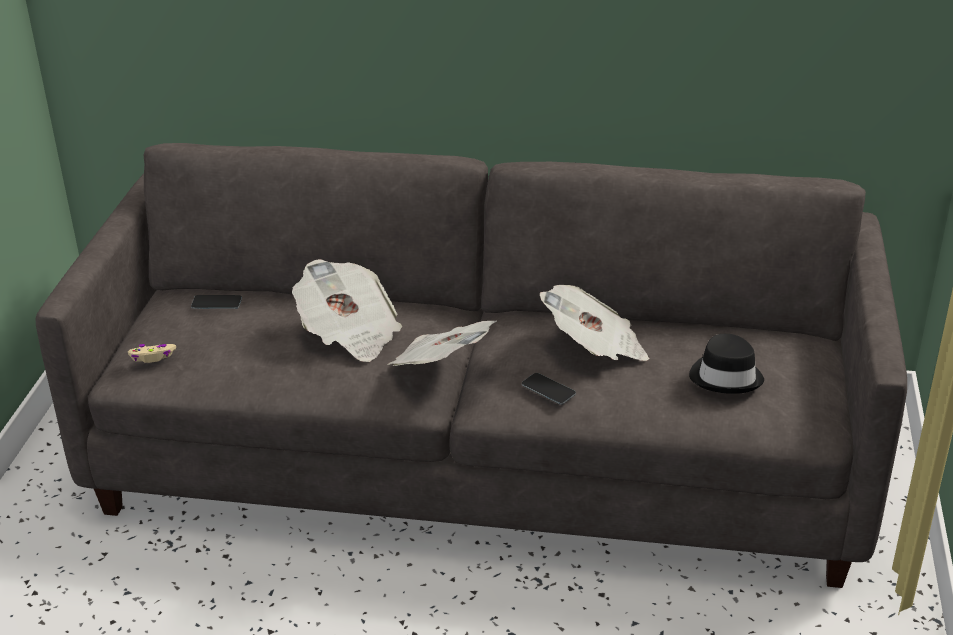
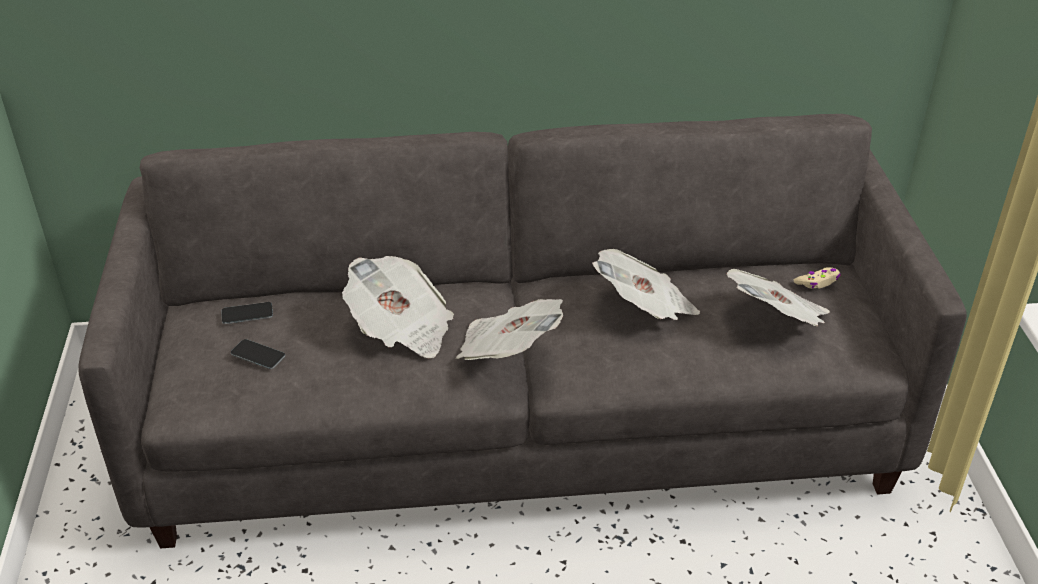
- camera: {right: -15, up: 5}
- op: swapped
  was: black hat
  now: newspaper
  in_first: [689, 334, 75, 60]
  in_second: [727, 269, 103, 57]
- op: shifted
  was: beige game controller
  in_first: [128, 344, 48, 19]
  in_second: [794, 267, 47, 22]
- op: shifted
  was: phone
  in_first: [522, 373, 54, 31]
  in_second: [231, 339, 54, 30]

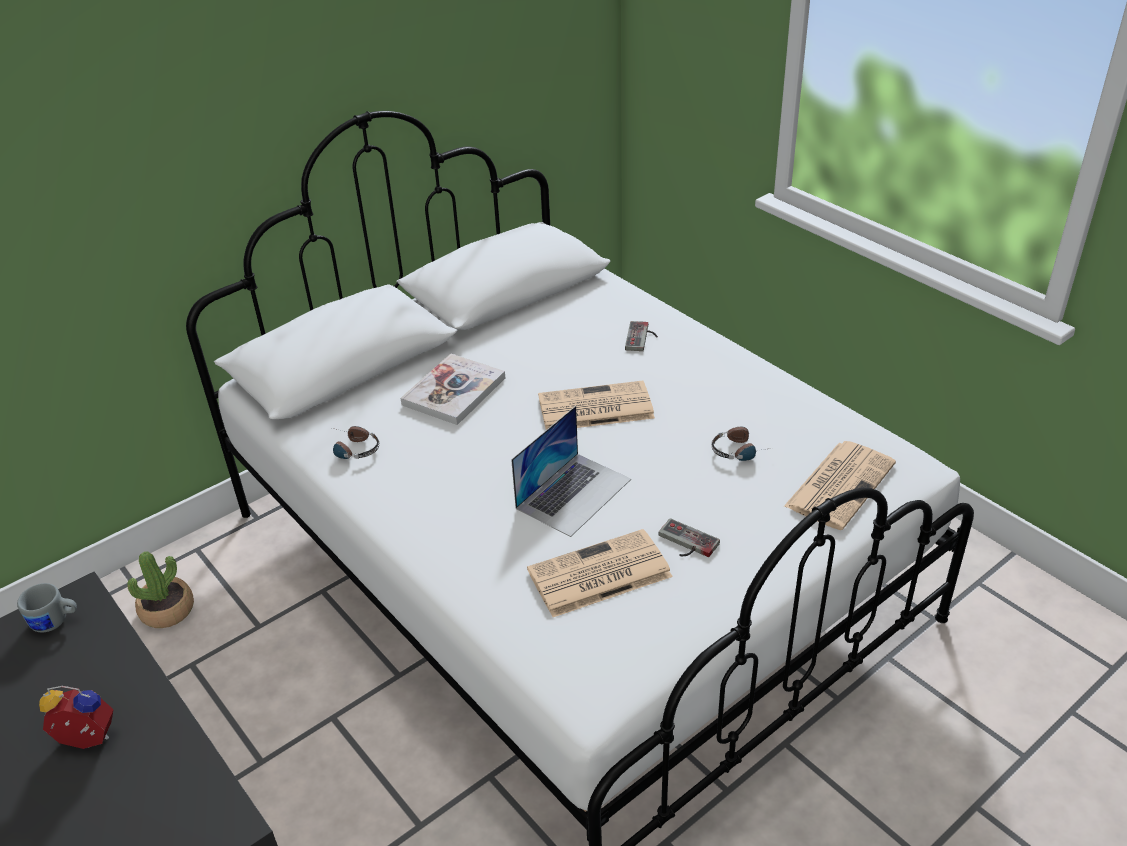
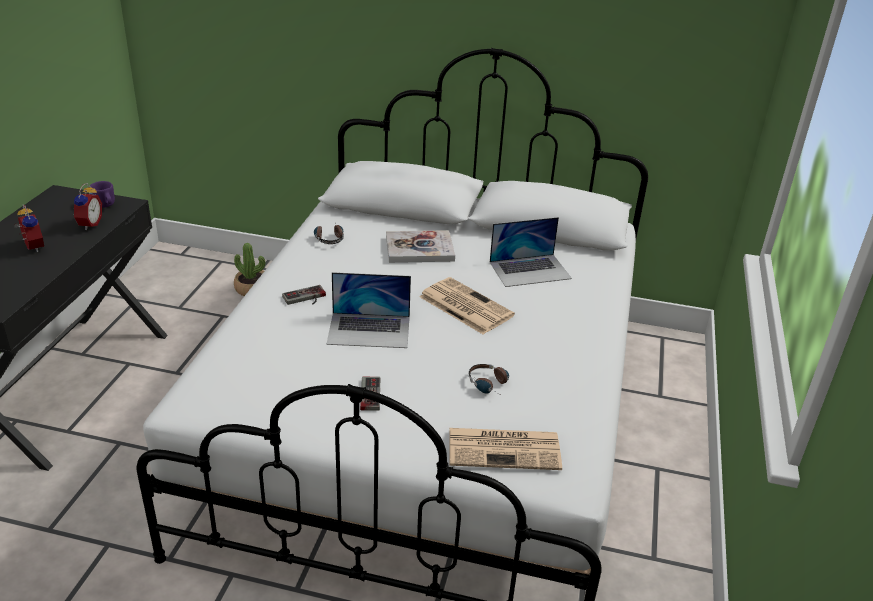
- camera: {right: 50, up: -5}
- op: shifted
  was: game controller
  in_first: [625, 321, 33, 30]
  in_second: [282, 285, 44, 20]
- op: gone
  was: newspaper
  in_first: [527, 529, 146, 88]
- op: repainted
  was: grey mug
  now: purple mug
  in_first: [17, 583, 60, 49]
  in_second: [90, 181, 25, 27]
- op: new
  now: alarm clock
  in_second: [74, 183, 28, 47]
- op: new
  now: laptop
  in_second: [489, 217, 83, 70]

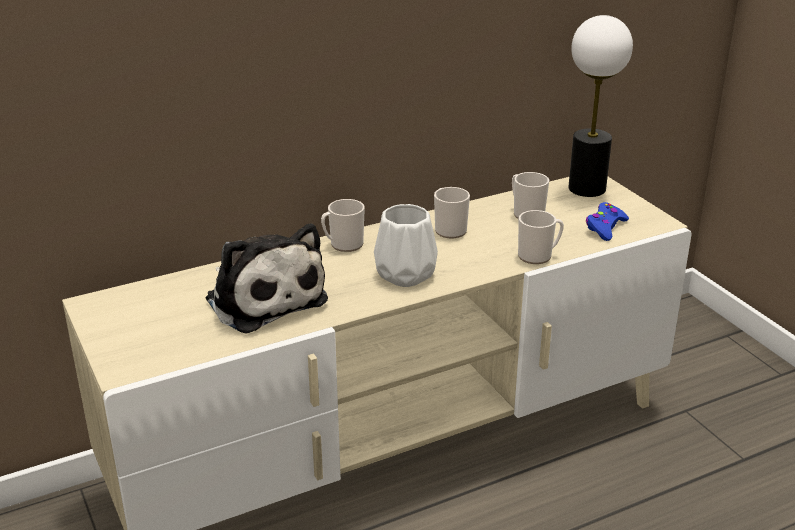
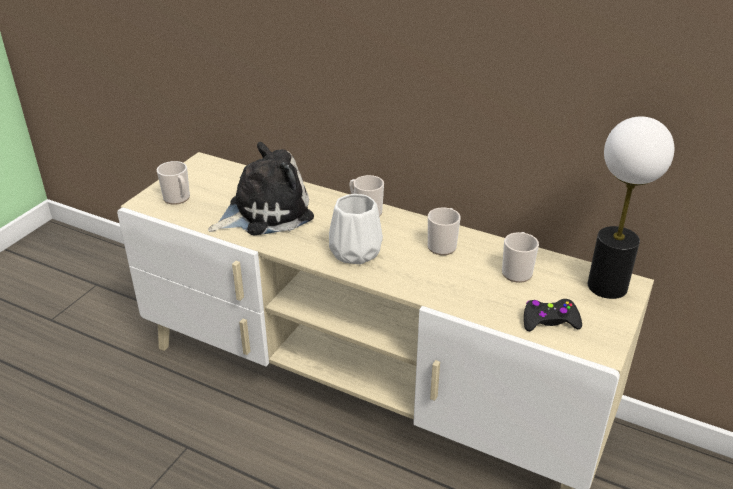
- camera: {right: 55, up: 5}
- op: repainted
  was: blue game controller
  now: black game controller
  in_first: [586, 202, 43, 39]
  in_second: [524, 299, 58, 32]
- op: shifted
  was: mug
  in_first: [518, 210, 46, 54]
  in_second: [157, 161, 33, 44]
- op: rotated
  was: plush toy
  in_first: [205, 224, 123, 110]
  in_second: [208, 142, 106, 93]
  clockwise: -135

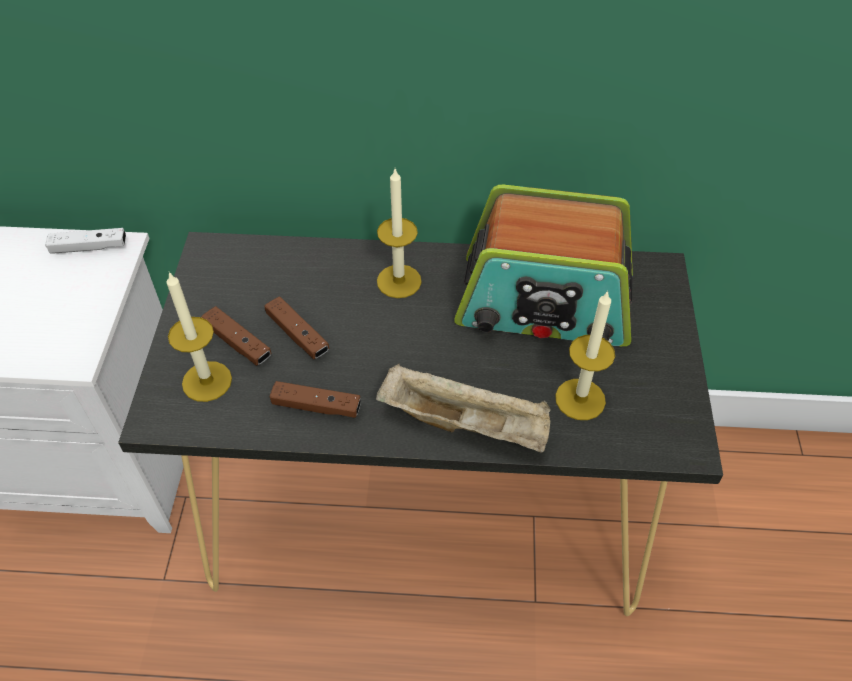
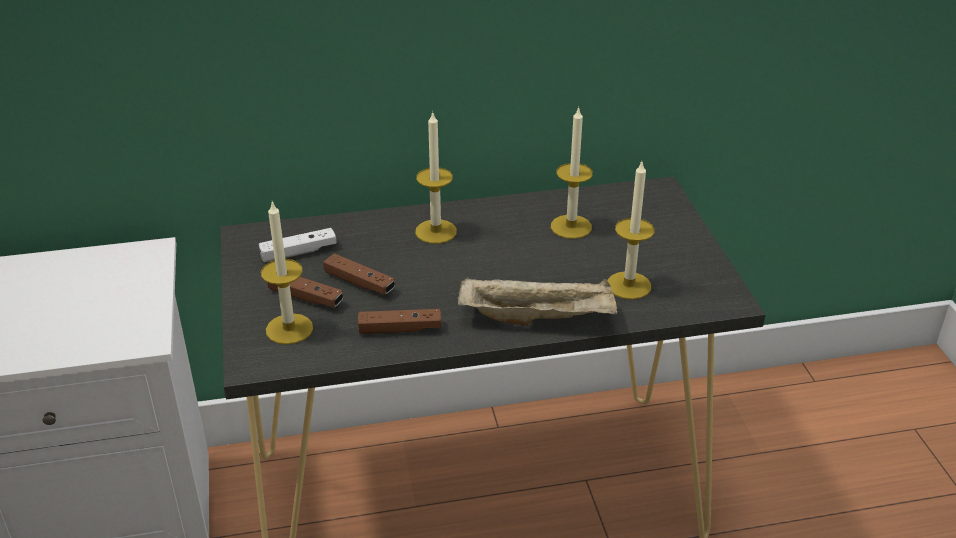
- camera: {right: -15, up: -15}
- op: swapped
  was: radio
  now: candle
  in_first: [454, 185, 179, 161]
  in_second: [551, 106, 42, 133]
- op: shifted
  was: white game controller
  in_first: [45, 228, 81, 26]
  in_second: [259, 228, 78, 34]

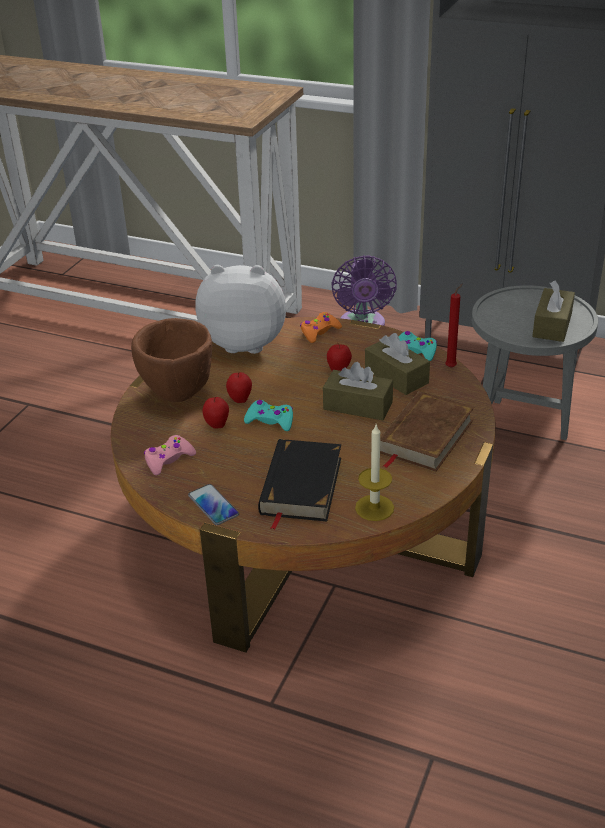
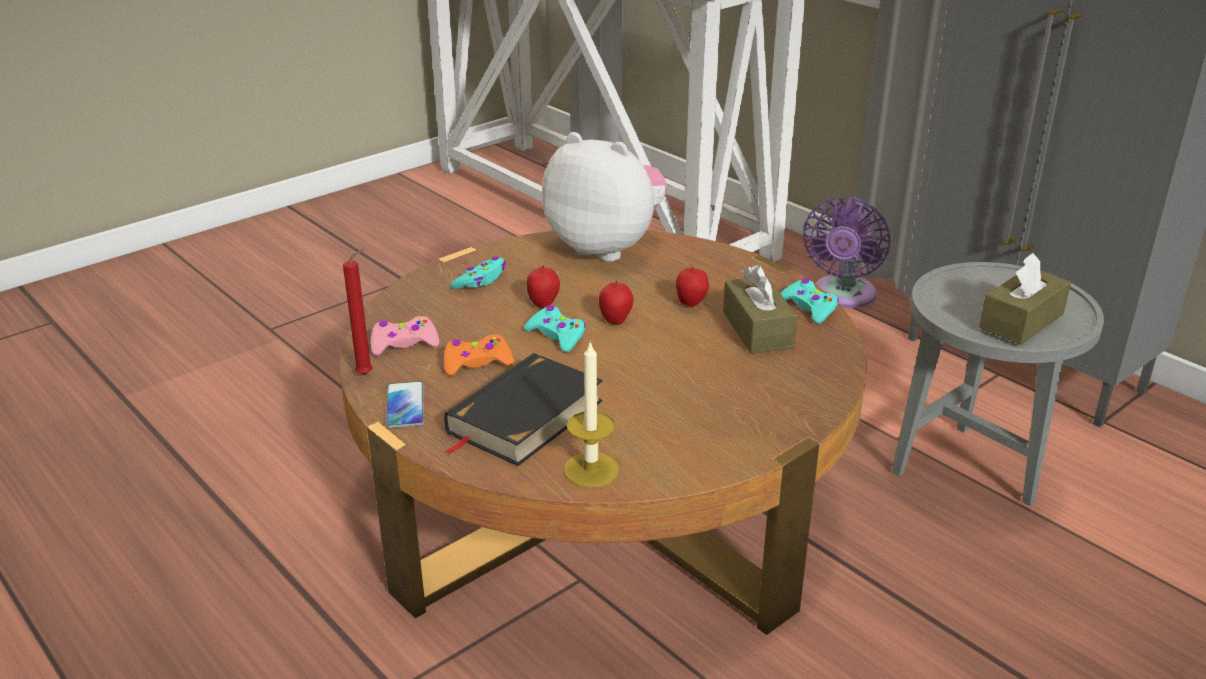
- camera: {right: 25, up: -5}
- op: shifted
  was: red candle
  in_first: [445, 284, 18, 84]
  in_second: [343, 249, 30, 126]
- op: shifted
  was: orange game controller
  in_first: [300, 312, 42, 31]
  in_second: [444, 334, 70, 42]
- op: swapped
  was: brown bowl
  now: turquoise game controller
  in_first: [131, 318, 81, 84]
  in_second: [450, 256, 56, 33]
- op: gone
  was: brown tissue box
  in_first: [323, 362, 70, 58]
- op: gone
  was: brown book
  in_first: [380, 391, 94, 81]
- op: shifted
  was: apple
  in_first: [203, 397, 26, 32]
  in_second: [599, 281, 34, 44]

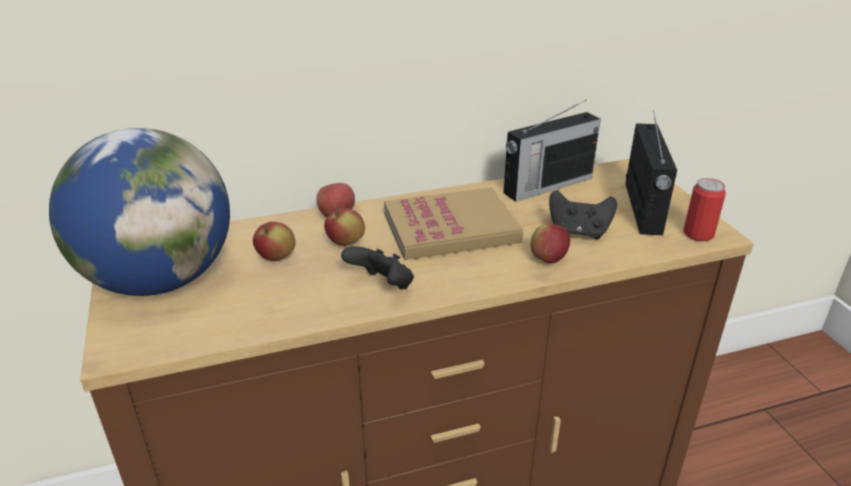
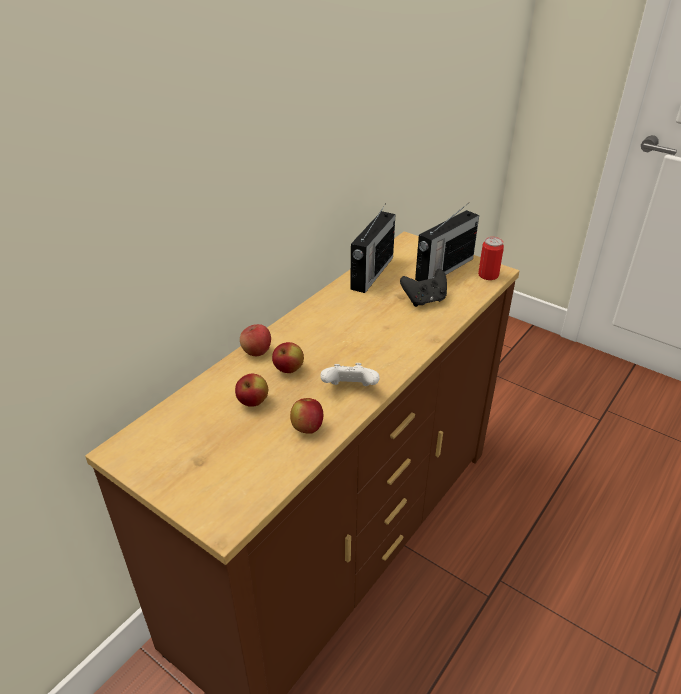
- camera: {right: -35, up: 5}
- op: rotated
  was: radio
  in_first: [625, 110, 52, 125]
  in_second: [415, 204, 64, 77]
  clockwise: 75
- op: gone
  was: globe
  in_first: [49, 128, 181, 168]
- op: gone
  was: book
  in_first: [384, 187, 139, 73]
- op: shifted
  was: apple
  in_first: [530, 224, 40, 39]
  in_second: [290, 398, 33, 36]
- op: repainted
  was: black game controller
  now: white game controller
  in_first: [341, 246, 73, 43]
  in_second: [320, 363, 59, 23]

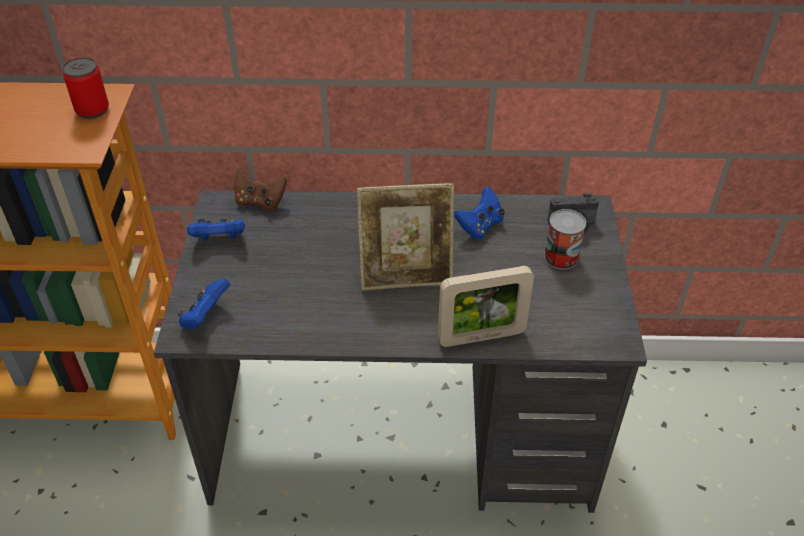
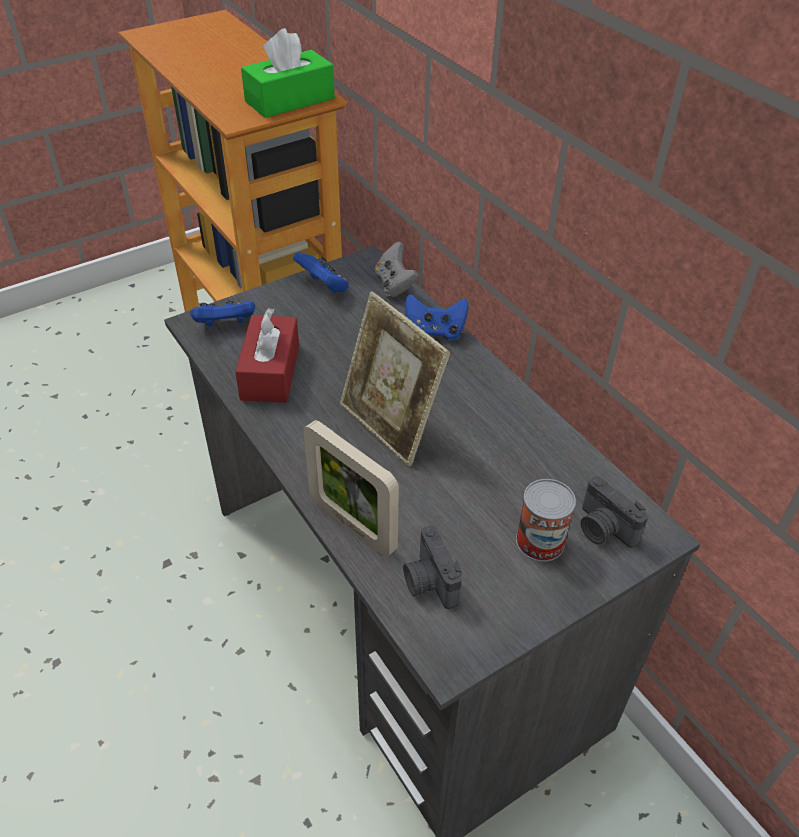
- camera: {right: 55, up: 0}
- op: swapped
  was: can
  now: green tissue box
  in_first: [62, 57, 47, 62]
  in_second: [241, 28, 94, 90]
- op: repainted
  was: brown game controller
  now: grey game controller
  in_first: [234, 168, 53, 43]
  in_second: [374, 242, 45, 55]
- op: shifted
  was: blue game controller
  in_first: [454, 186, 50, 53]
  in_second: [405, 294, 64, 47]
- op: new
  now: red tissue box
  in_second: [235, 308, 64, 95]
- op: new
  now: photo camera
  in_second: [403, 525, 59, 84]

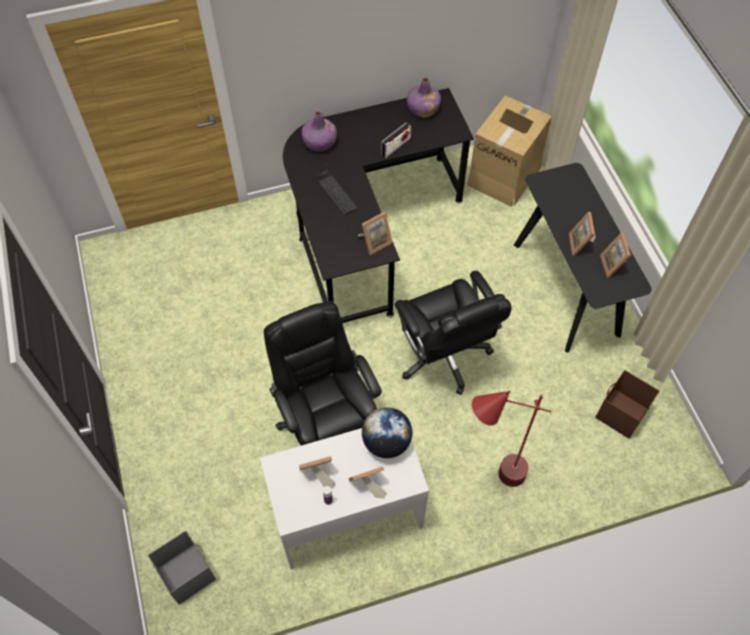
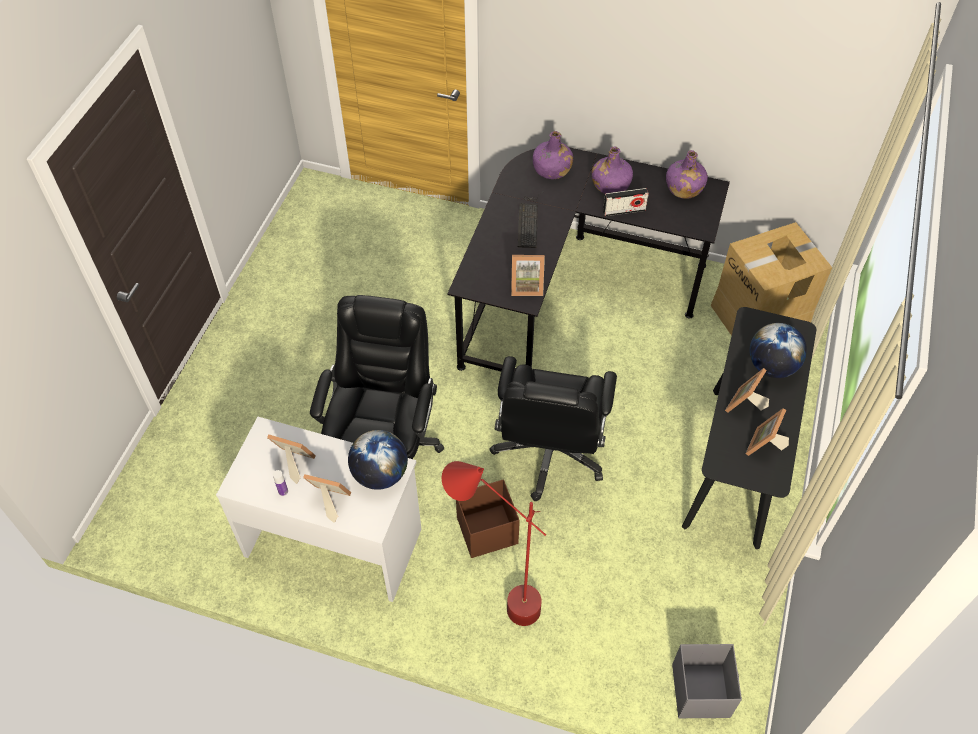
- camera: {right: 35, up: -5}
- op: shifted
  was: brown storage box
  in_first: [595, 370, 65, 69]
  in_second: [456, 480, 64, 78]
- op: shifted
  was: grey storage box
  in_first: [148, 530, 68, 74]
  in_second: [672, 644, 70, 74]
- op: new
  now: purple bottle
  in_second: [591, 146, 42, 48]
- op: new
  now: globe
  in_second: [749, 323, 58, 55]

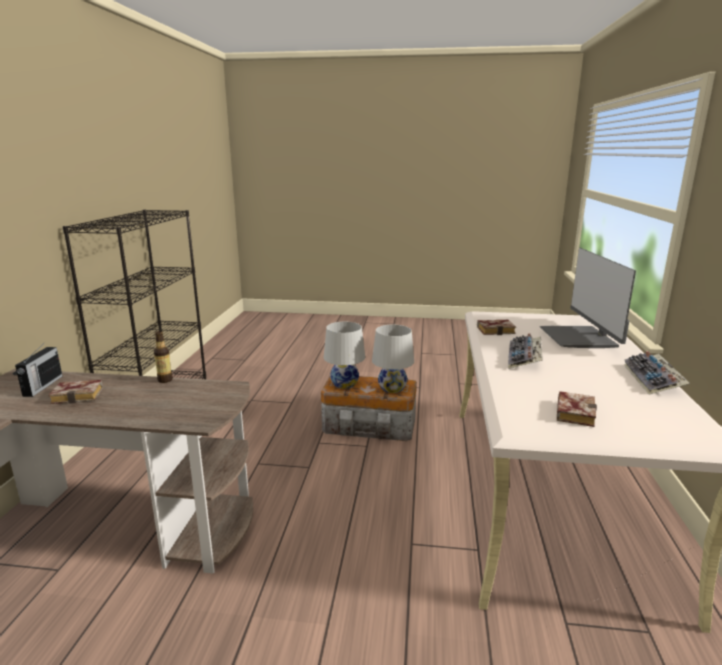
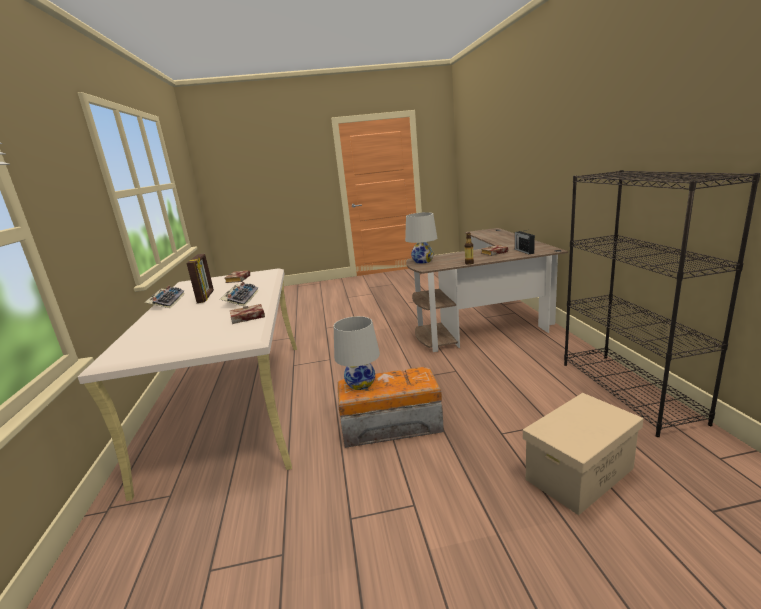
- camera: {right: 165, up: 0}
- op: gone
  was: monitor
  in_first: [539, 248, 97, 100]
- op: shifted
  was: white table lamp
  in_first: [324, 322, 41, 67]
  in_second: [405, 212, 32, 52]
- op: new
  now: picture frame
  in_second: [187, 254, 27, 49]
- op: new
  now: beige storage box
  in_second: [523, 393, 121, 122]

